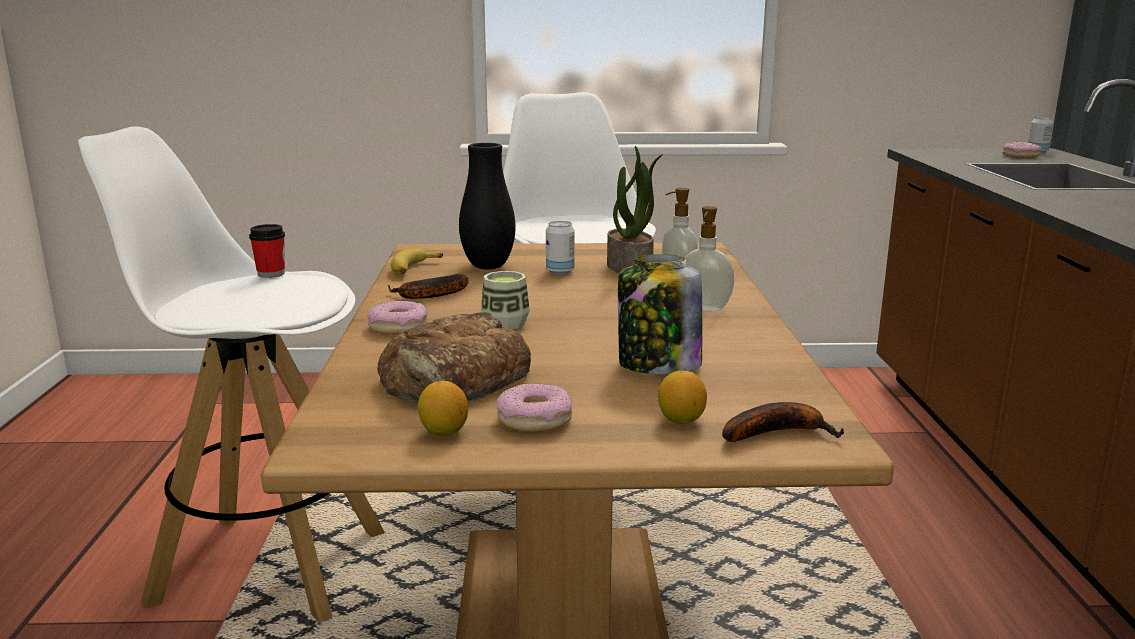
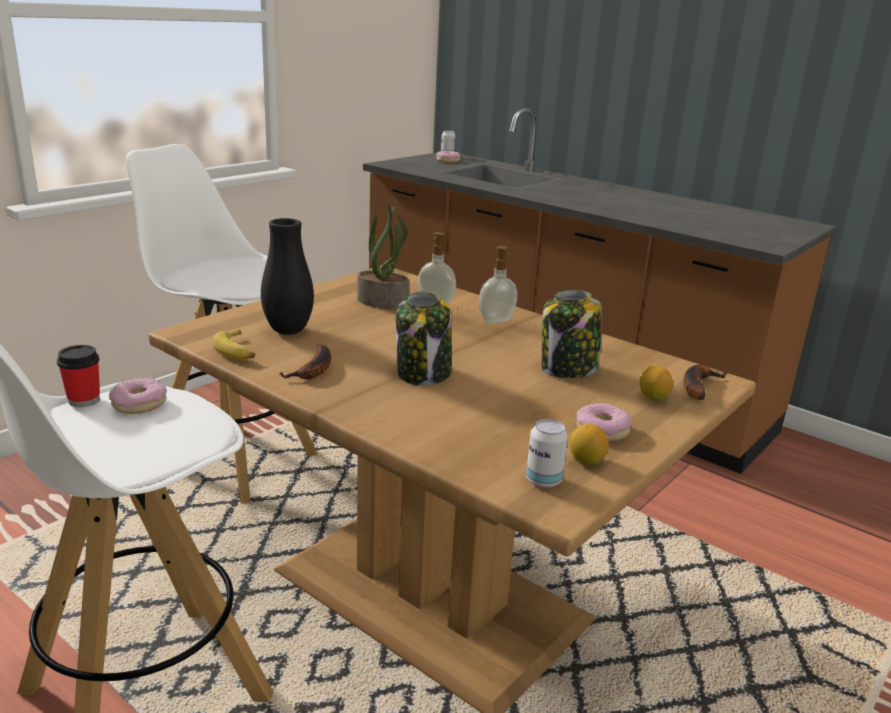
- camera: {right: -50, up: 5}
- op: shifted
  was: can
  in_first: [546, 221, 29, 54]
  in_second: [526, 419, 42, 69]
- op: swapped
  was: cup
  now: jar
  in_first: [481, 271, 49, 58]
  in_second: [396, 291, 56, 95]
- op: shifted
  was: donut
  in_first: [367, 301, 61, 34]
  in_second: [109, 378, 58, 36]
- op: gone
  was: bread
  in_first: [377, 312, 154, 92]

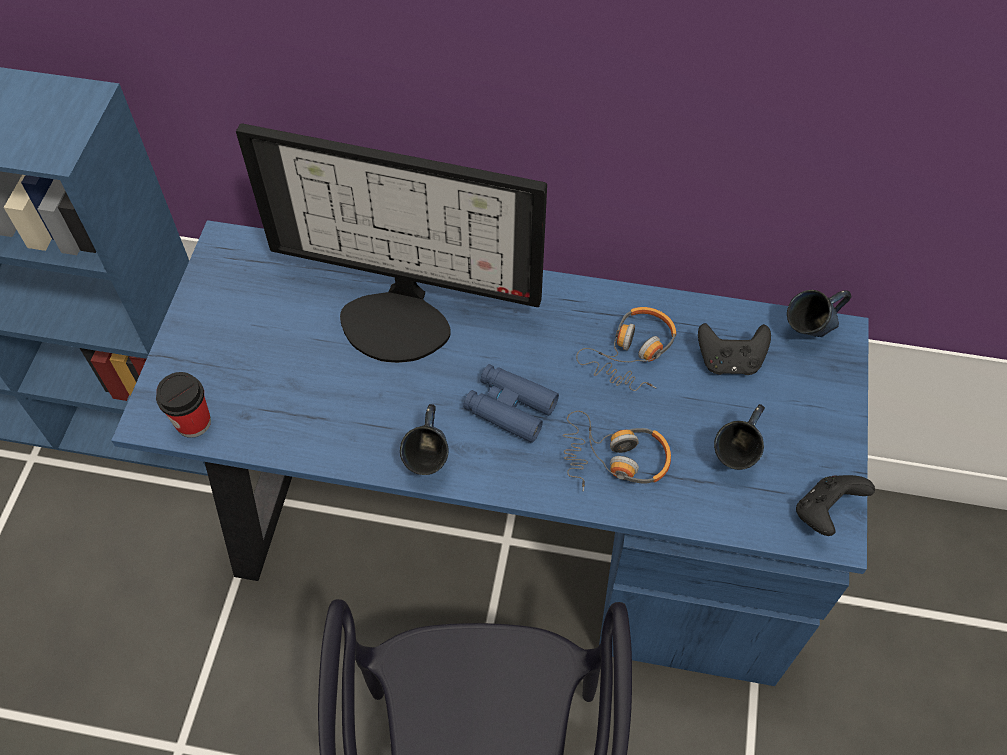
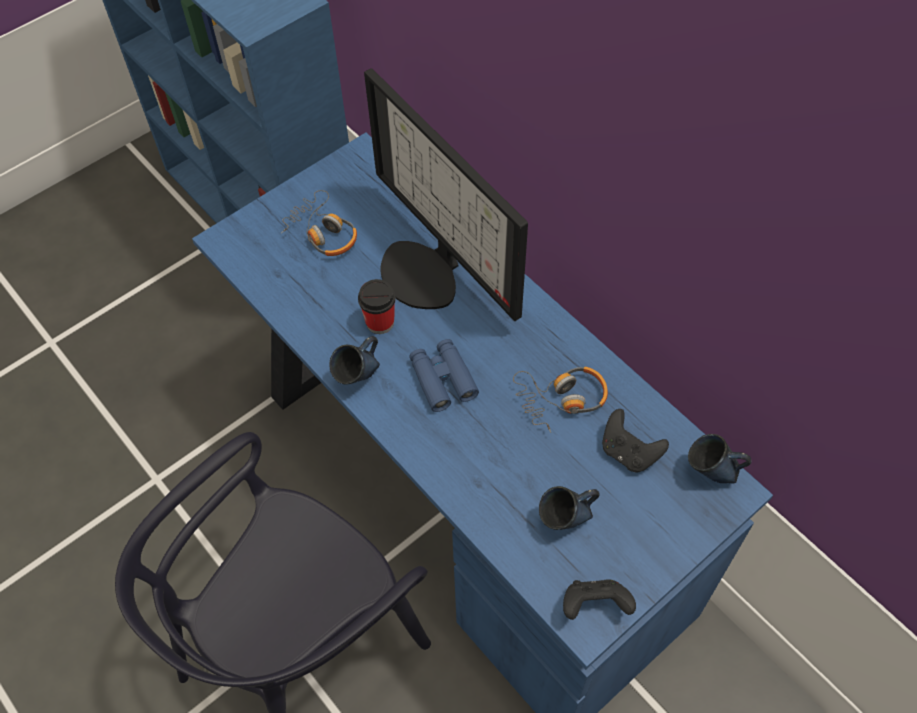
- camera: {right: 40, up: 0}
- op: shifted
  was: cup
  in_first: [156, 372, 55, 66]
  in_second: [358, 279, 38, 55]
- op: shifted
  was: headphones
  in_first: [563, 411, 108, 81]
  in_second: [281, 190, 76, 66]

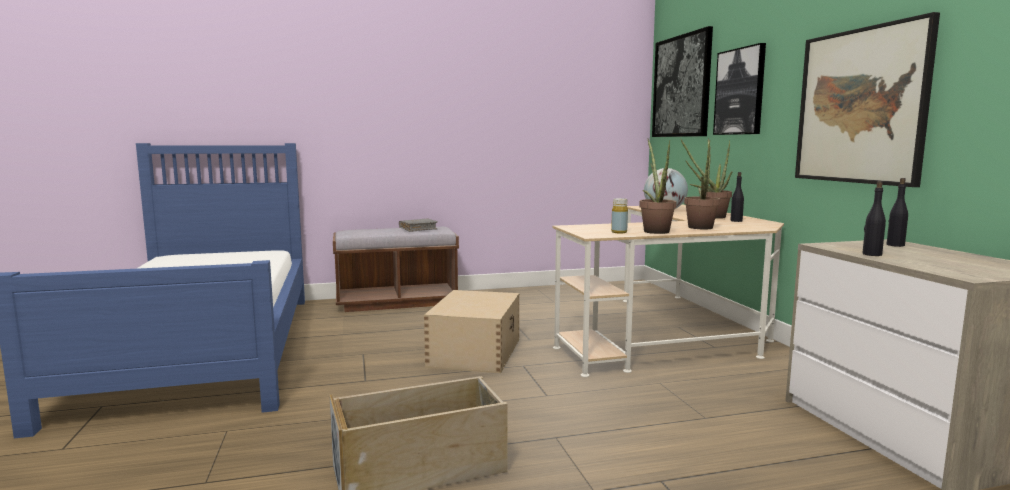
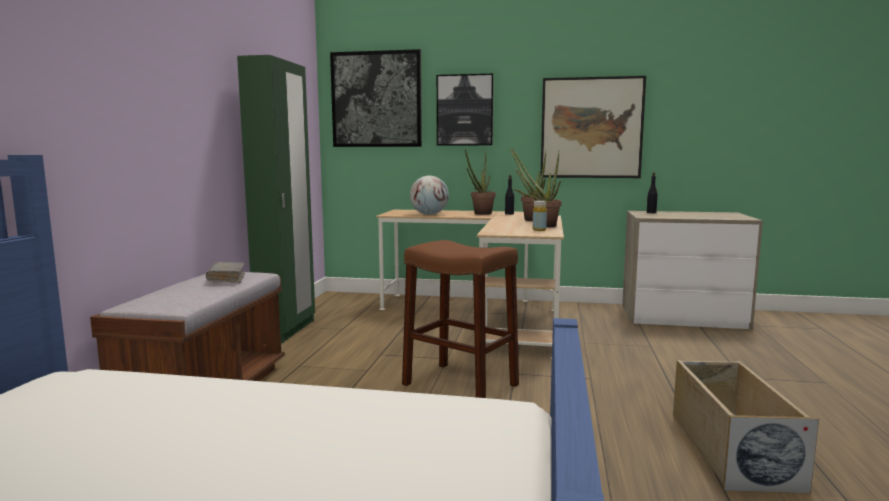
- camera: {right: -65, up: 0}
- op: gone
  was: black bottle
  in_first: [863, 181, 23, 75]
- op: swapped
  was: beige storage box
  now: brown stool
  in_first: [424, 290, 95, 83]
  in_second: [402, 240, 117, 158]
- op: new
  now: green wardrobe
  in_second: [237, 55, 78, 288]

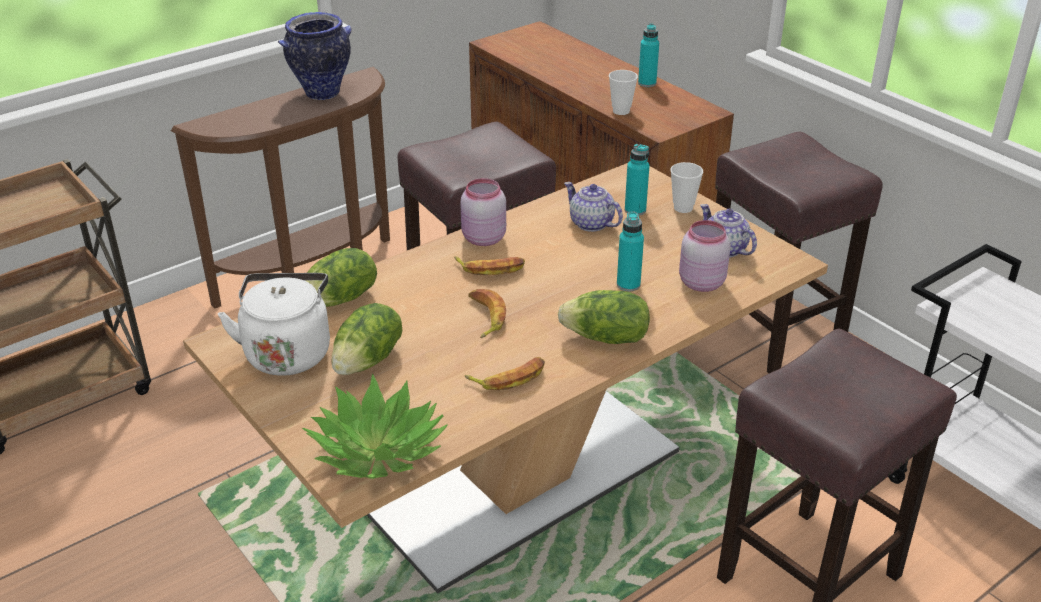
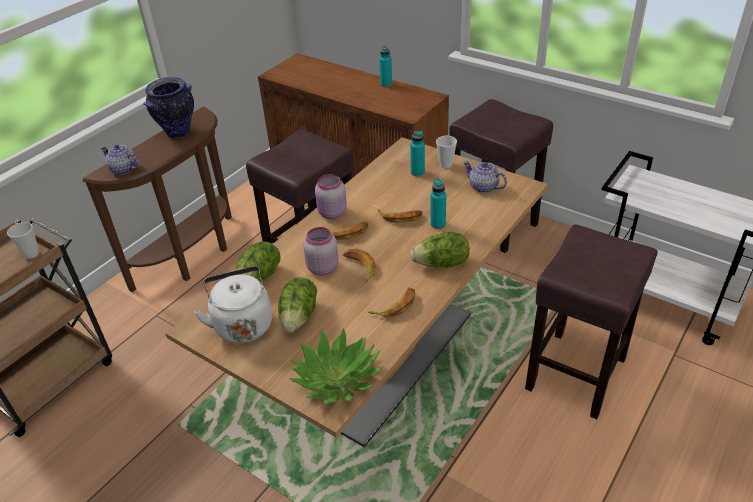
- camera: {right: -15, up: 5}
- op: shifted
  was: cup
  in_first: [609, 70, 29, 45]
  in_second: [7, 222, 32, 37]
- op: shifted
  was: teapot
  in_first: [564, 182, 59, 50]
  in_second: [100, 145, 40, 30]
- op: shifted
  was: pink jar
  in_first: [679, 220, 52, 72]
  in_second: [303, 227, 36, 49]
- op: new
  now: banana
  in_second: [377, 209, 46, 13]

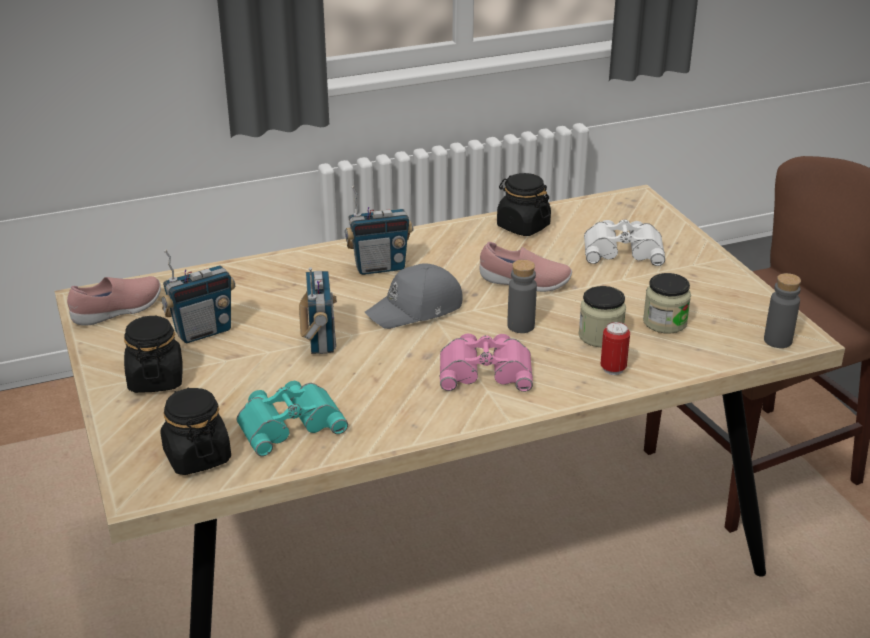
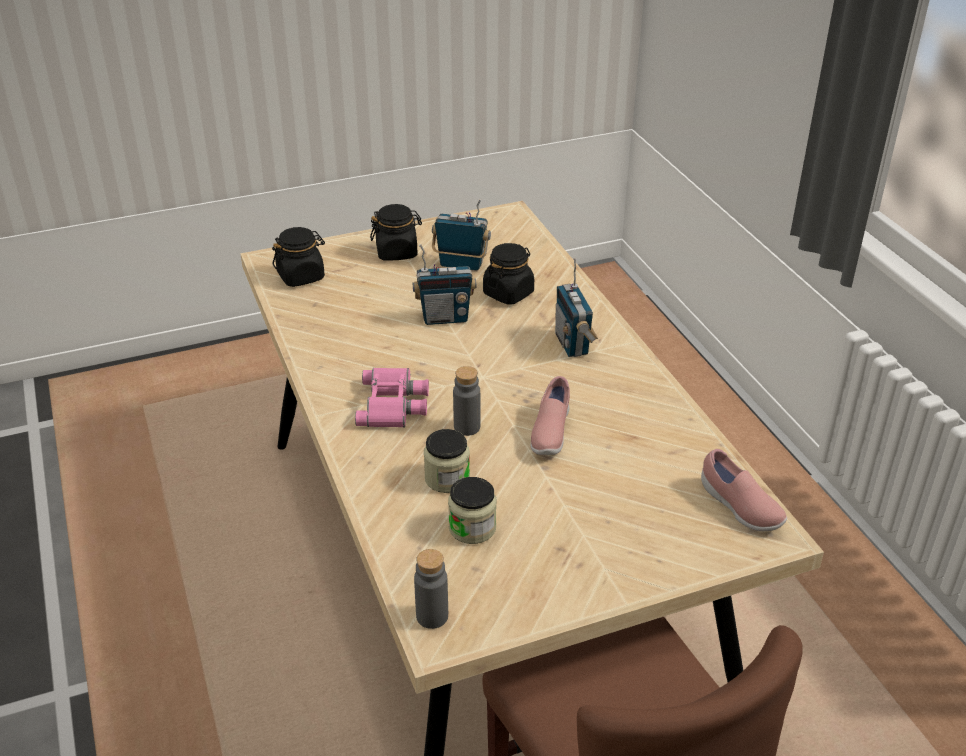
- camera: {right: 90, up: 5}
- op: shifted
  was: black jar
  in_first: [497, 173, 54, 63]
  in_second: [483, 243, 51, 62]
- op: gone
  was: white binoculars
  in_first: [584, 219, 81, 47]
- op: rotated
  was: radio
  in_first: [162, 249, 73, 94]
  in_second: [432, 199, 59, 72]
  clockwise: 135
- op: gone
  was: grey cap
  in_first: [365, 263, 98, 66]
- op: shifted
  was: pink shoe
  in_first: [67, 276, 94, 50]
  in_second: [701, 449, 86, 82]
- op: gone
  was: can
  in_first: [600, 322, 30, 53]
- op: gone
  was: turquoise binoculars
  in_first: [237, 381, 111, 75]

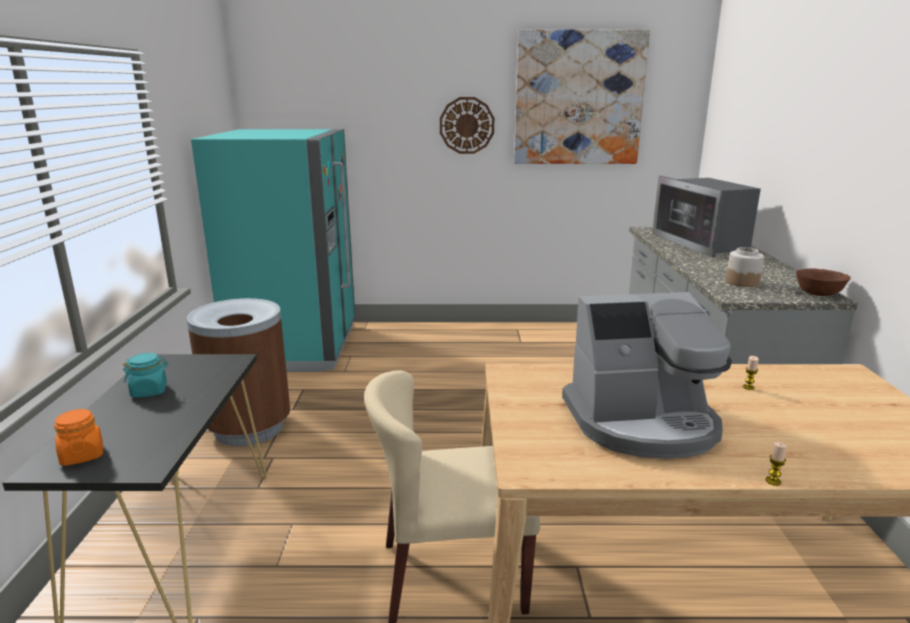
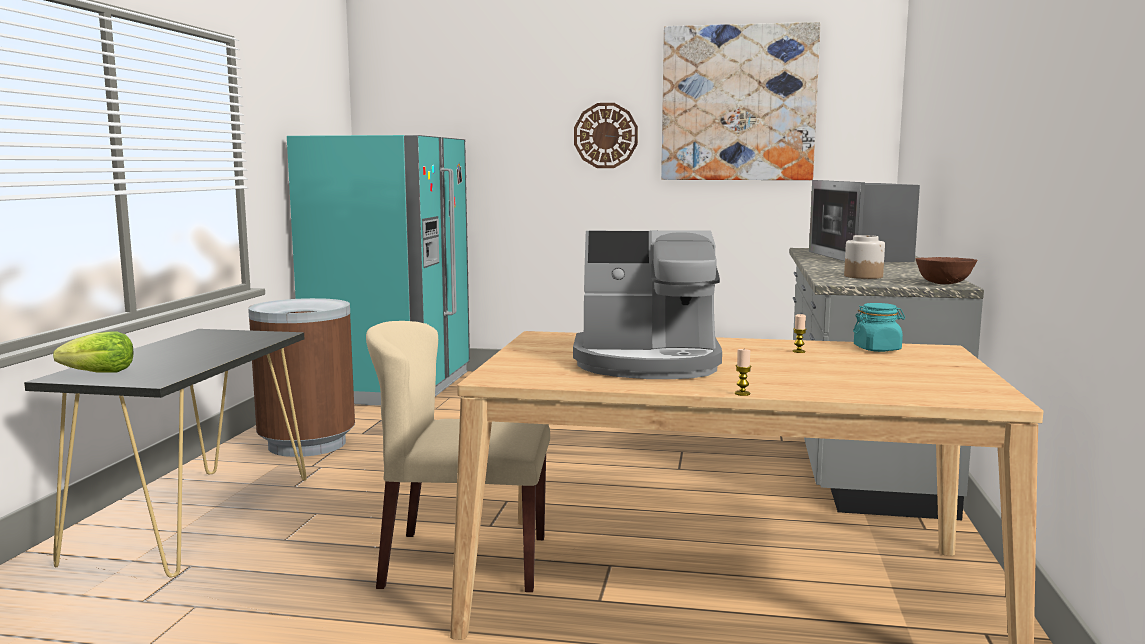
- camera: {right: 10, up: -10}
- op: shifted
  was: turquoise jar
  in_first: [123, 353, 45, 44]
  in_second: [853, 303, 52, 49]
- op: swapped
  was: orange jar
  now: lettuce
  in_first: [54, 409, 49, 57]
  in_second: [53, 331, 81, 42]

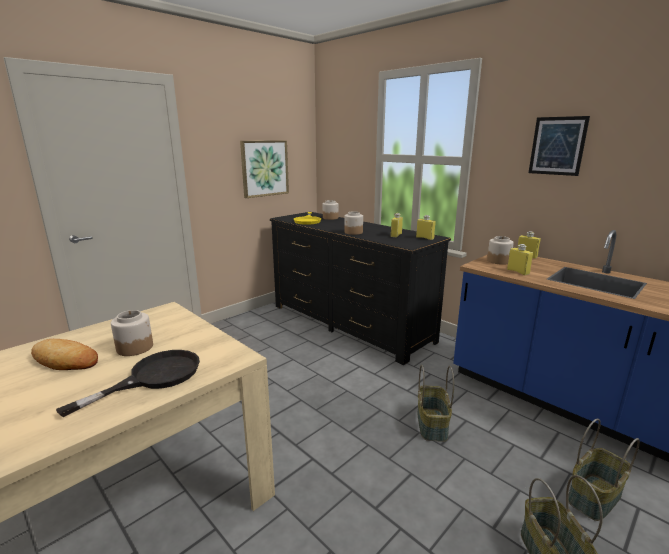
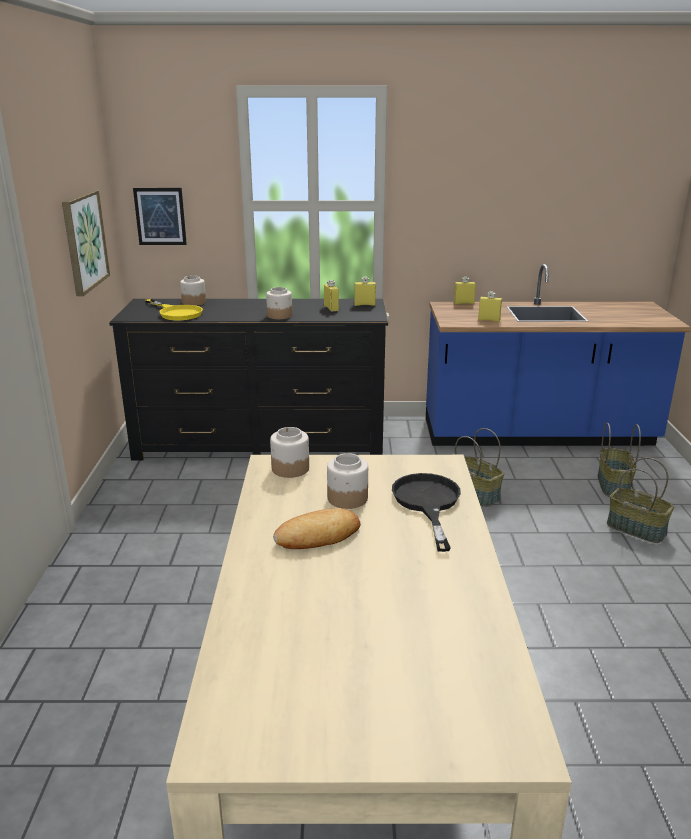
- camera: {right: -45, up: 5}
- op: shifted
  was: picture
  in_first: [529, 116, 61, 60]
  in_second: [133, 188, 54, 57]
- op: shifted
  was: jar
  in_first: [487, 236, 27, 29]
  in_second: [270, 427, 39, 51]

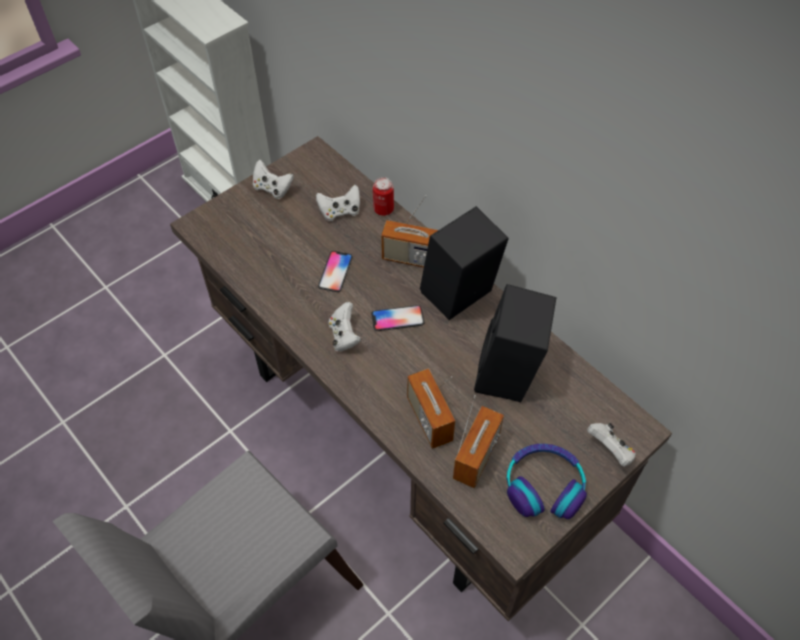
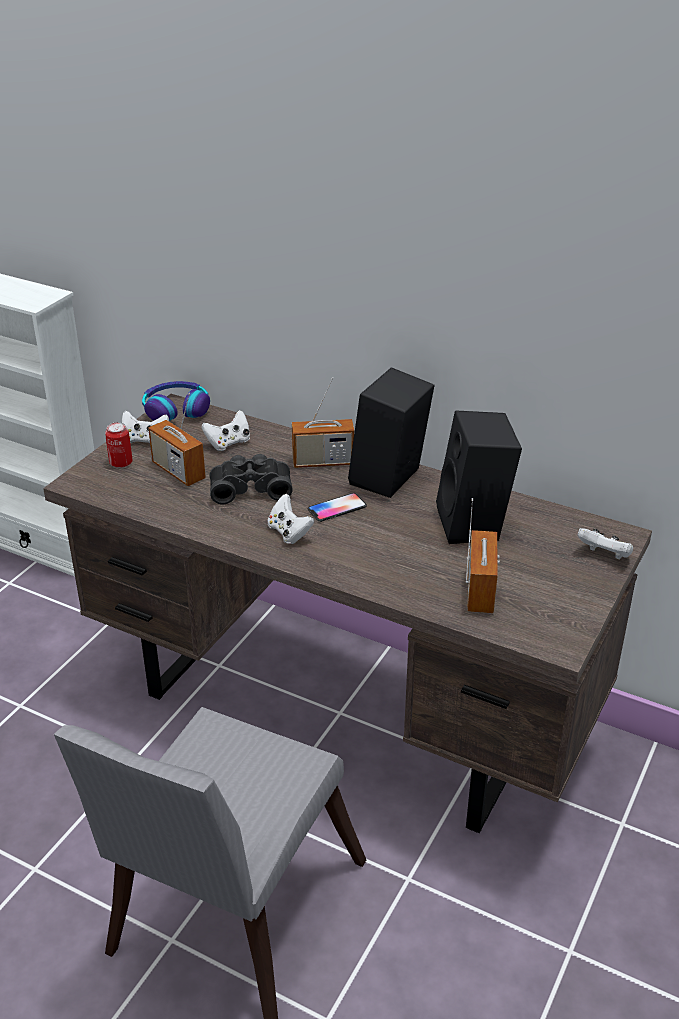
- camera: {right: -20, up: -20}
- op: shifted
  was: can
  in_first: [373, 177, 21, 39]
  in_second: [105, 422, 28, 46]
- op: swapped
  was: phone
  now: black binoculars
  in_first: [318, 251, 35, 41]
  in_second: [210, 454, 83, 50]
- op: shifted
  was: radio
  in_first: [407, 369, 48, 80]
  in_second: [148, 393, 58, 93]
- op: shifted
  was: headphones
  in_first: [506, 444, 81, 75]
  in_second: [142, 381, 68, 40]

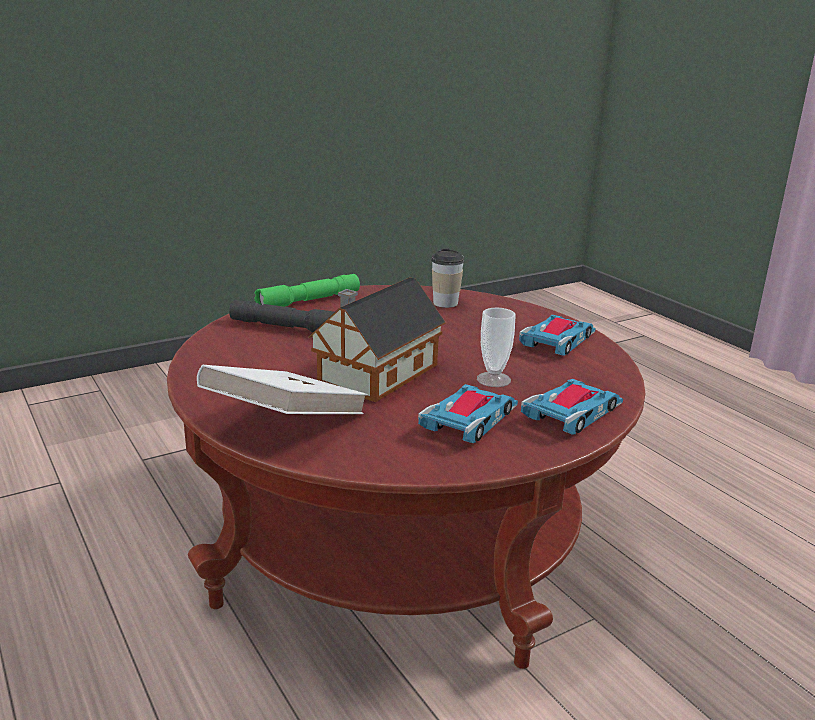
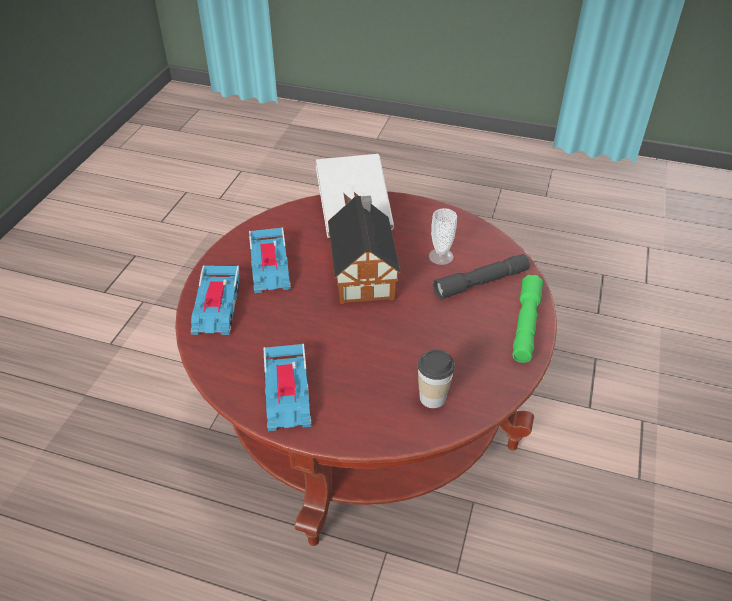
- camera: {right: 140, up: 20}
- op: shifted
  was: cup
  in_first: [477, 307, 39, 80]
  in_second: [429, 208, 28, 57]

